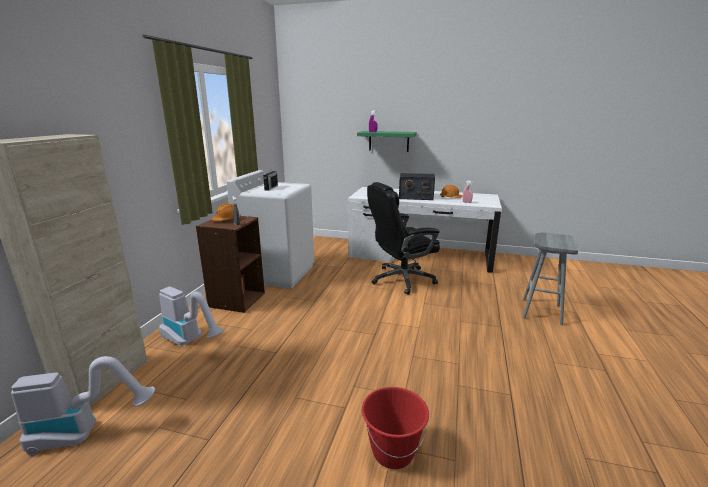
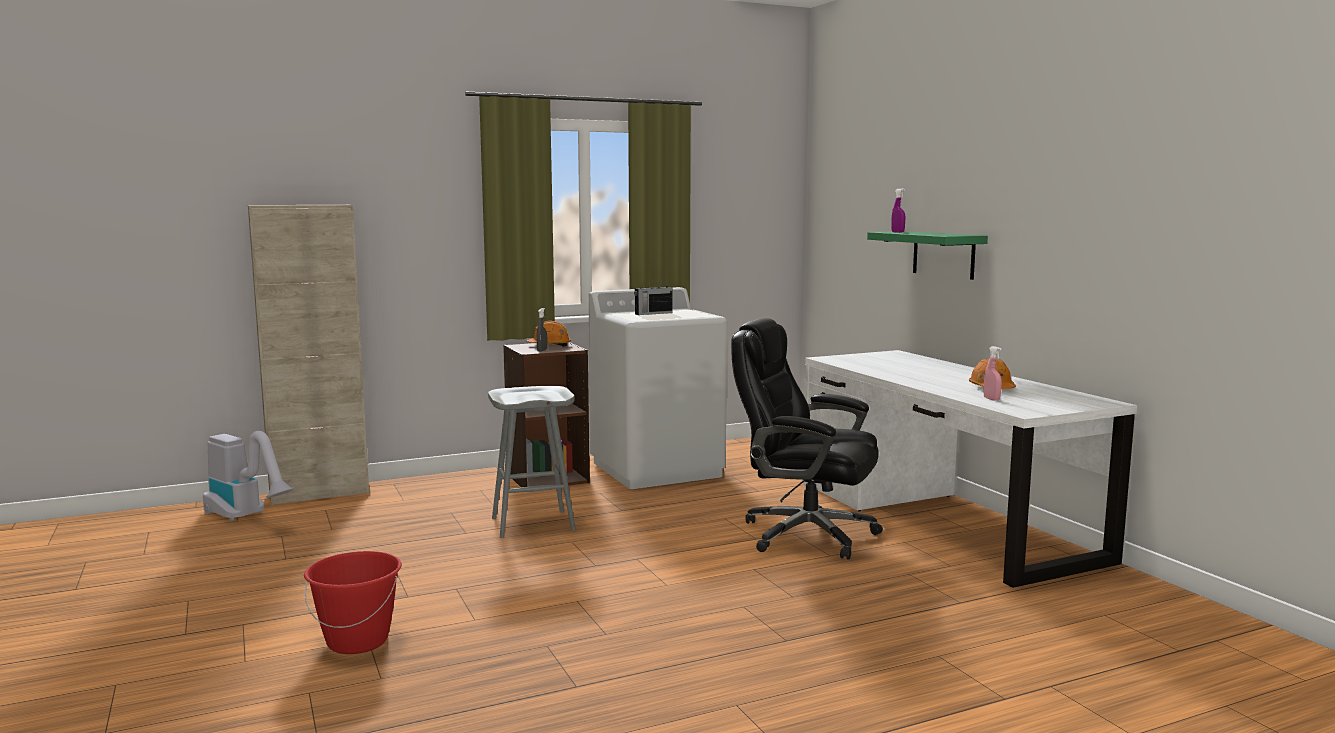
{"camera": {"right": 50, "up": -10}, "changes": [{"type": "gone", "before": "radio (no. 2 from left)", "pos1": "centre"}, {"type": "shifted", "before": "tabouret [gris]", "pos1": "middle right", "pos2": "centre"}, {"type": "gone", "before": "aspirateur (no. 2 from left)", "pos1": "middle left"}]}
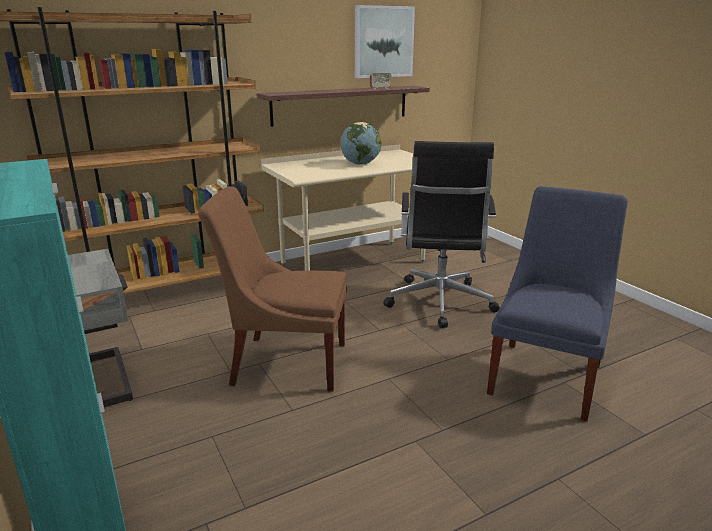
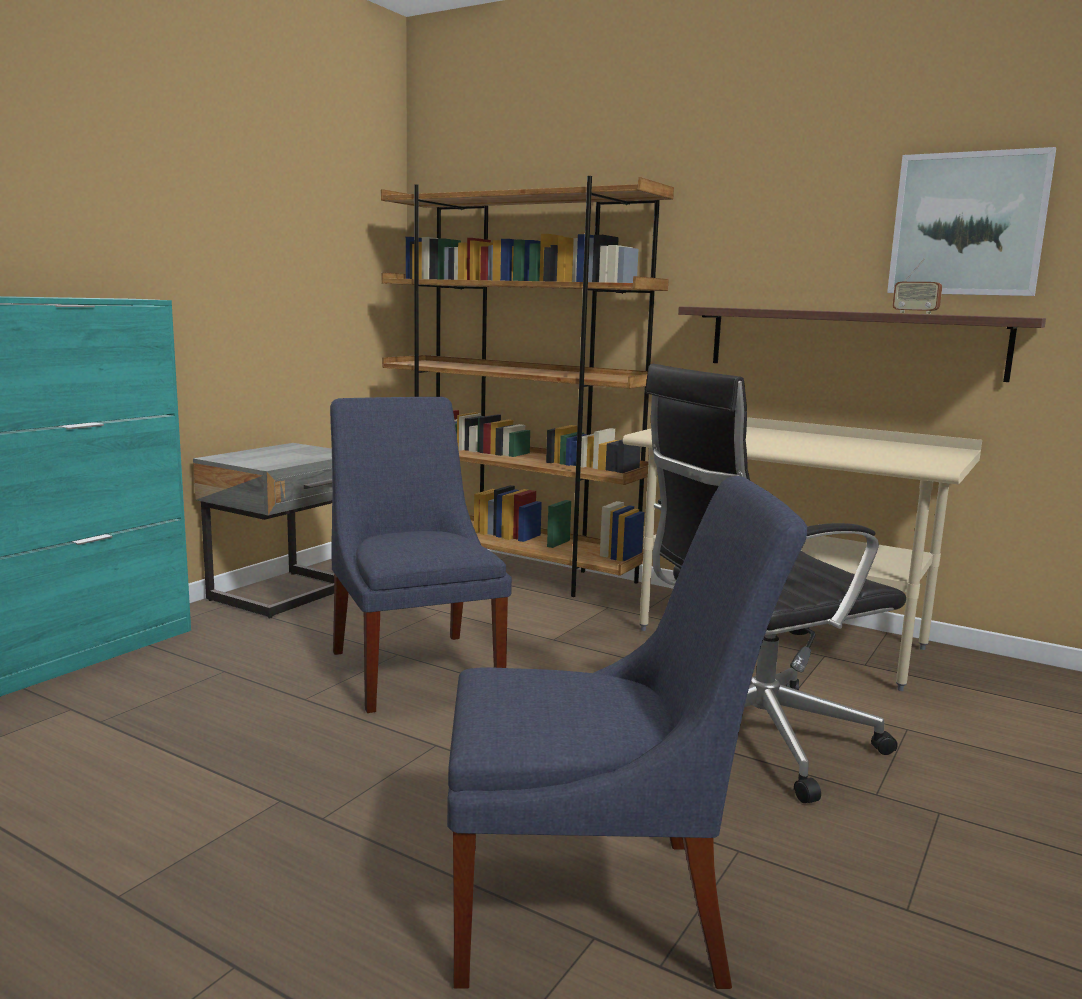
{"camera": {"right": 60, "up": -10}, "changes": [{"type": "gone", "before": "globe", "pos1": "top centre"}, {"type": "repainted", "before": "chaise [marron]", "after": "chaise [bleu] (no. 1 from left)", "pos1": "centre", "pos2": "centre"}]}
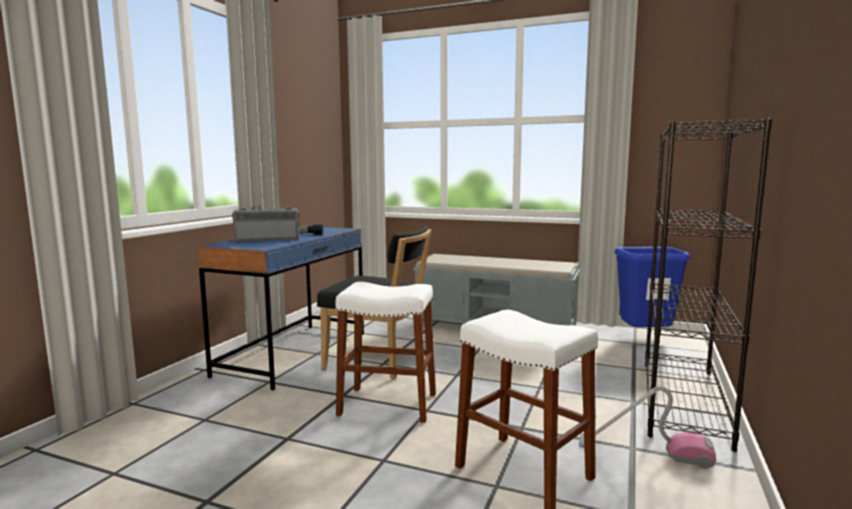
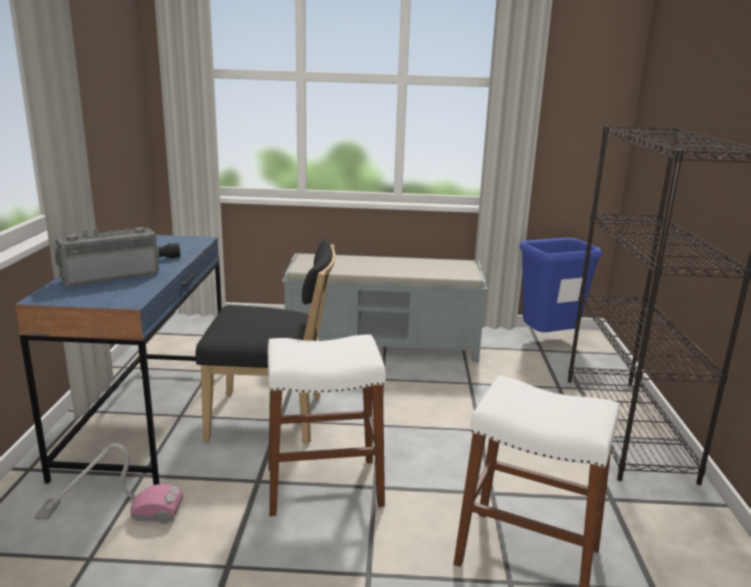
{"camera": {"right": -20, "up": 10}, "changes": [{"type": "shifted", "before": "aspirateur", "pos1": "bottom right", "pos2": "bottom left"}]}
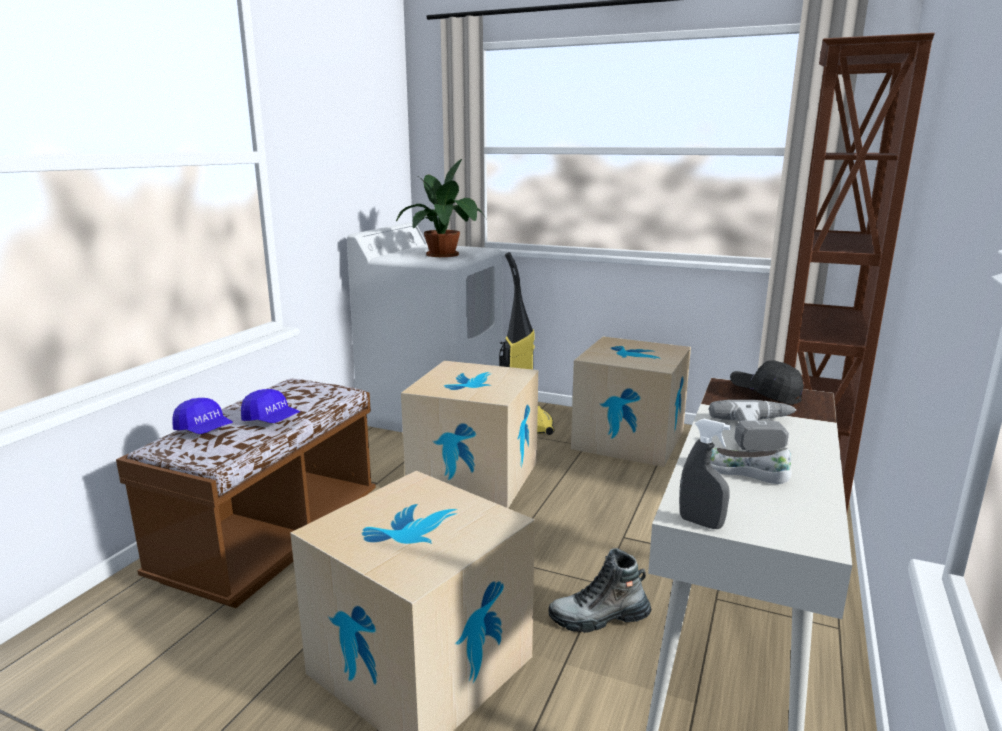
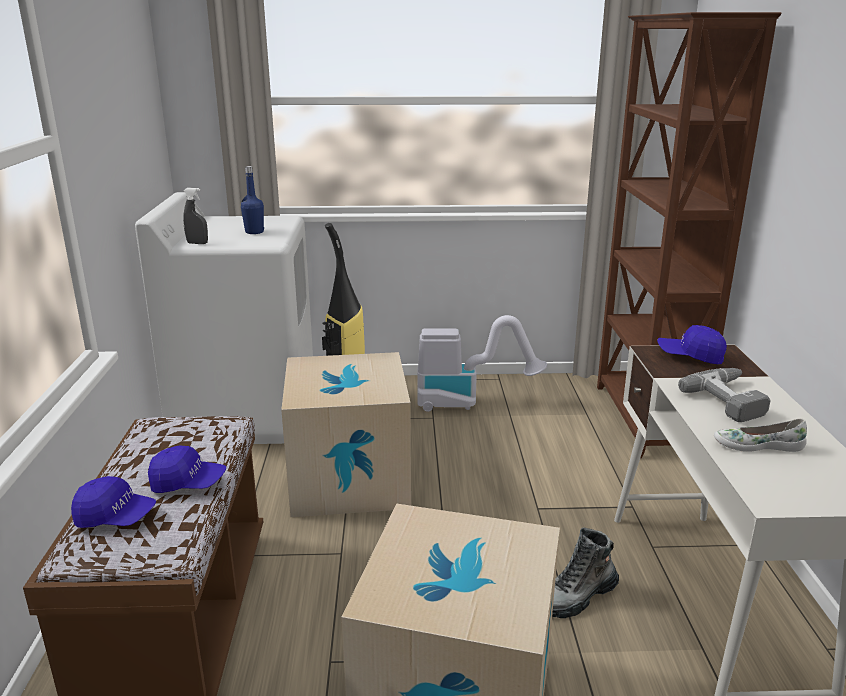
{"camera": {"right": -25, "up": 5}, "changes": [{"type": "swapped", "before": "plante en pot", "after": "bouteille [bleu]", "pos1": "top centre", "pos2": "top left"}, {"type": "swapped", "before": "carton (no. 3 from left)", "after": "aspirateur (no. 2 from left)", "pos1": "centre", "pos2": "centre"}, {"type": "repainted", "before": "casquette [noir]", "after": "casquette [bleu] (no. 3 from left)", "pos1": "middle right", "pos2": "middle right"}, {"type": "shifted", "before": "vaporisateur [gris]", "pos1": "middle right", "pos2": "top left"}]}
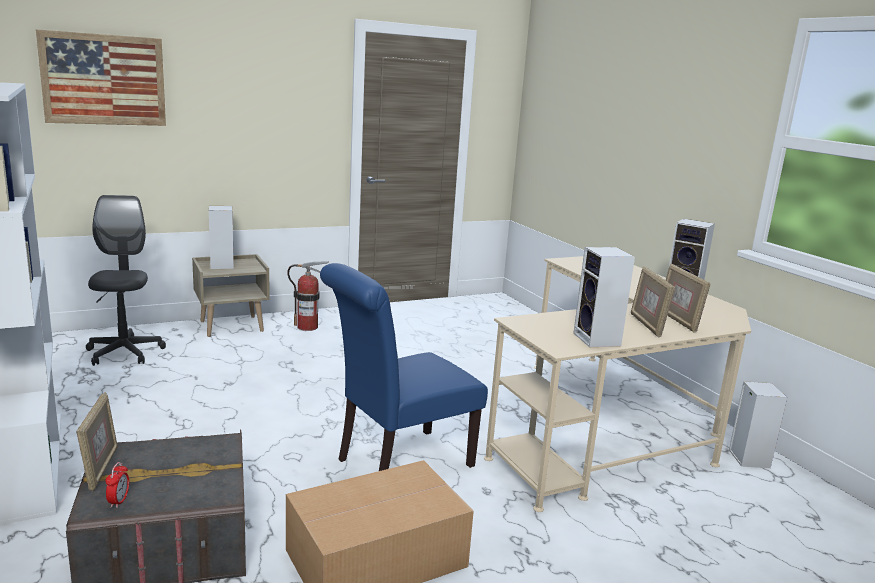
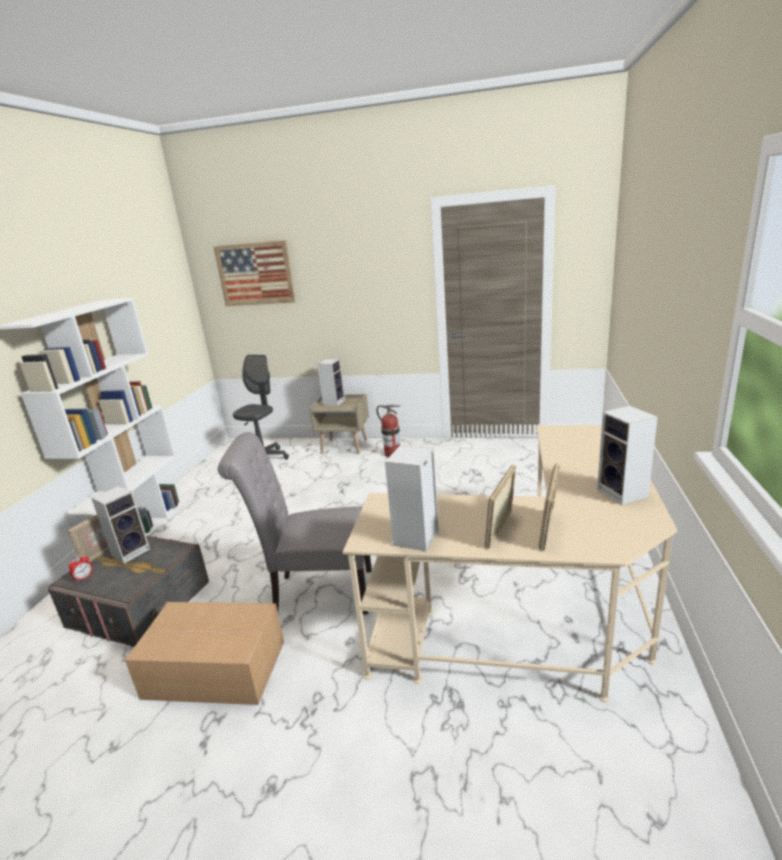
{"camera": {"right": 40, "up": 5}, "changes": [{"type": "repainted", "before": "chaise [bleu]", "after": "chaise [gris]", "pos1": "centre", "pos2": "centre"}, {"type": "shifted", "before": "enceinte (no. 4 from left in the first image)", "after": "enceinte (no. 1 from left)", "pos1": "bottom right", "pos2": "middle left"}]}
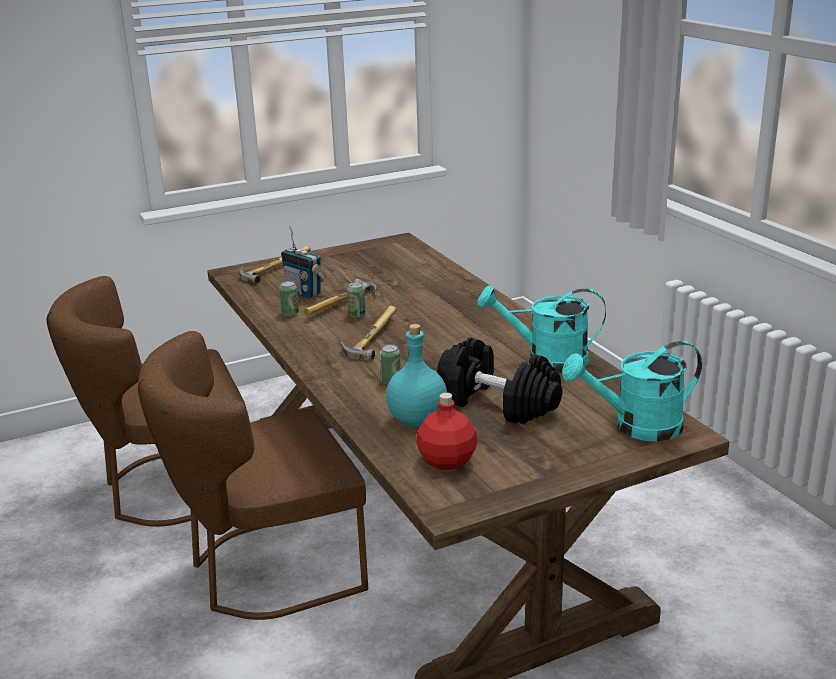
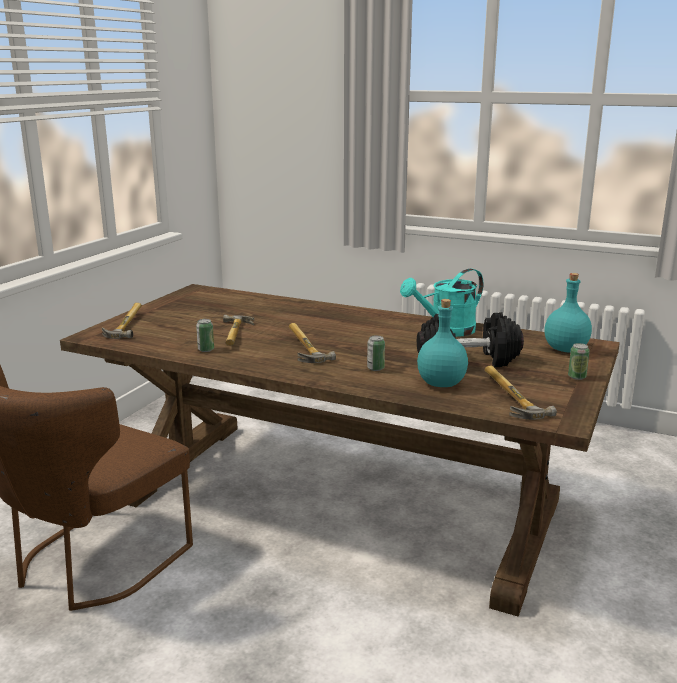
{"camera": {"right": -40, "up": -5}, "changes": [{"type": "gone", "before": "radio", "pos1": "centre"}, {"type": "shifted", "before": "boîte métallique (no. 2 from left in the first image)", "after": "boîte métallique (no. 3 from left)", "pos1": "centre", "pos2": "middle right"}, {"type": "gone", "before": "chaise [marron] (no. 2 from left)", "pos1": "bottom left"}, {"type": "swapped", "before": "arrosoir [turquoise] (no. 2 from left)", "after": "bouteille [turquoise] (no. 2 from left)", "pos1": "middle right", "pos2": "middle right"}, {"type": "swapped", "before": "bouteille [rouge]", "after": "marteau (no. 4 from left)", "pos1": "centre", "pos2": "middle right"}]}
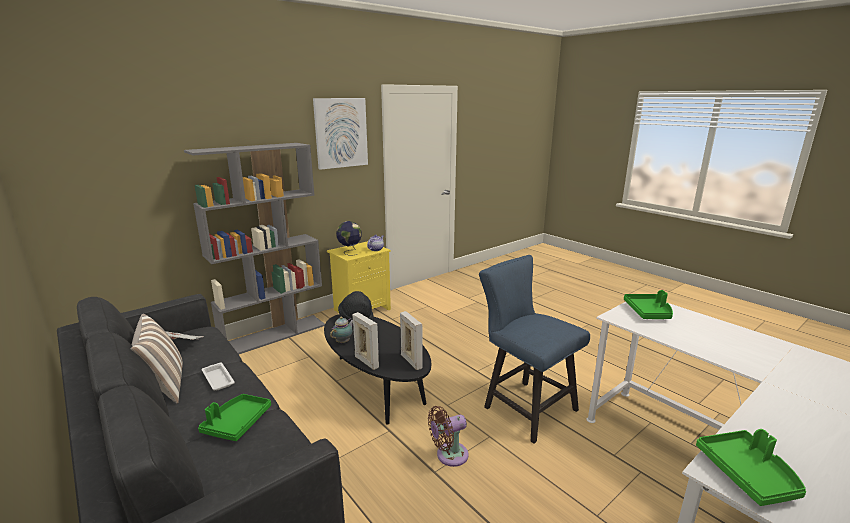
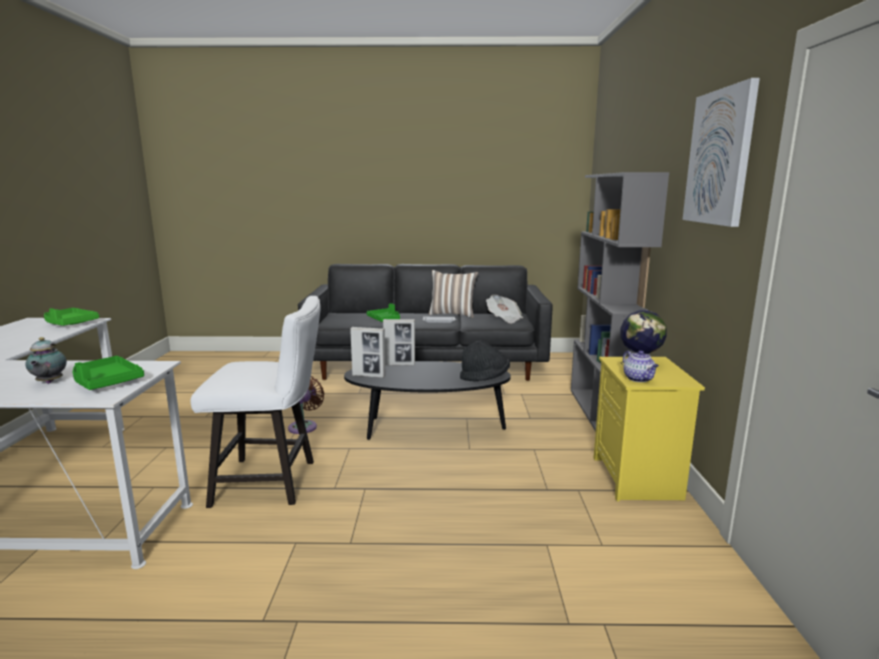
{"camera": {"right": 130, "up": -5}, "changes": [{"type": "repainted", "before": "chaise [bleu]", "after": "chaise [blanc]", "pos1": "bottom centre", "pos2": "middle left"}, {"type": "shifted", "before": "théière (no. 1 from left)", "pos1": "centre", "pos2": "middle left"}]}
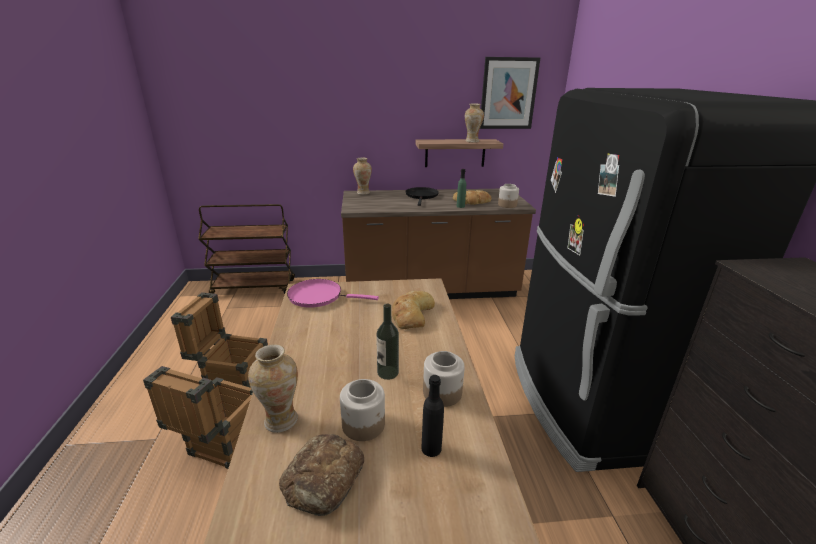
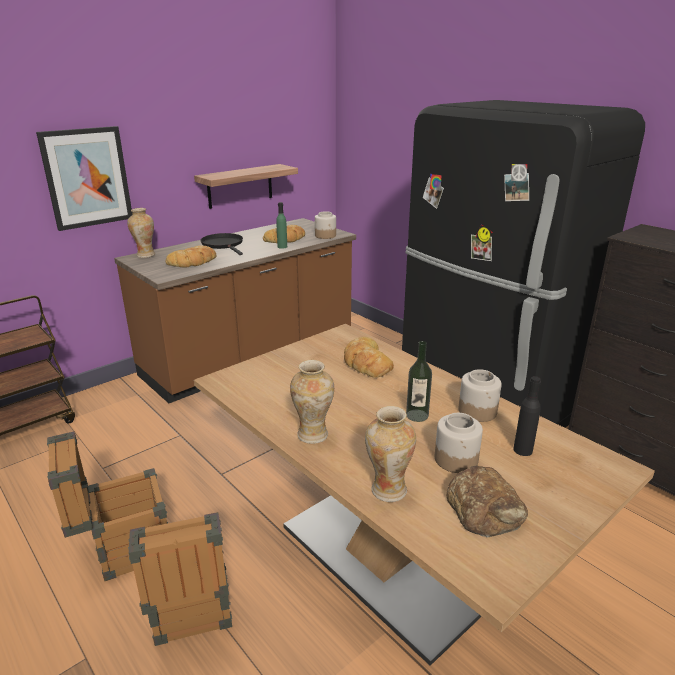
{"camera": {"right": -35, "up": 0}, "changes": [{"type": "shifted", "before": "tableau", "pos1": "top centre", "pos2": "top left"}, {"type": "shifted", "before": "vase (no. 3 from left in the first image)", "after": "vase (no. 2 from left)", "pos1": "top centre", "pos2": "centre"}, {"type": "gone", "before": "poêle [rose]", "pos1": "centre"}, {"type": "new", "after": "pain (no. 1 from left)", "pos2": "middle left"}]}
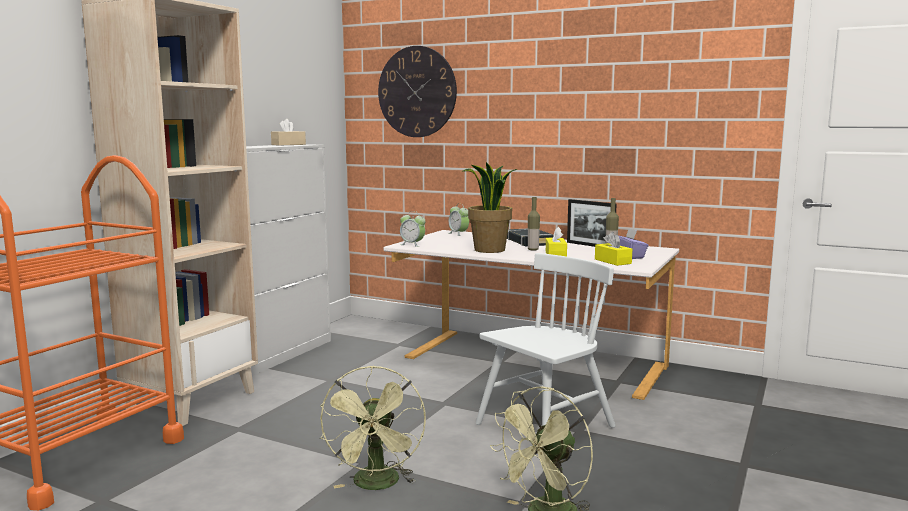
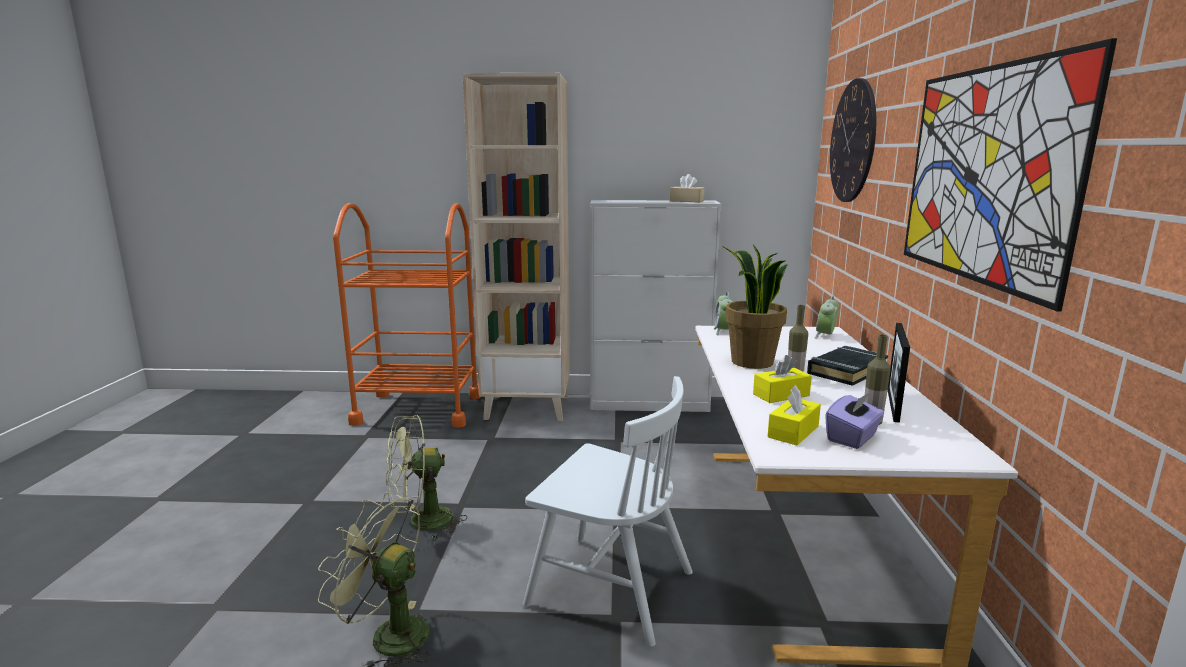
{"camera": {"right": 65, "up": 5}, "changes": [{"type": "new", "after": "tableau", "pos2": "top right"}]}
